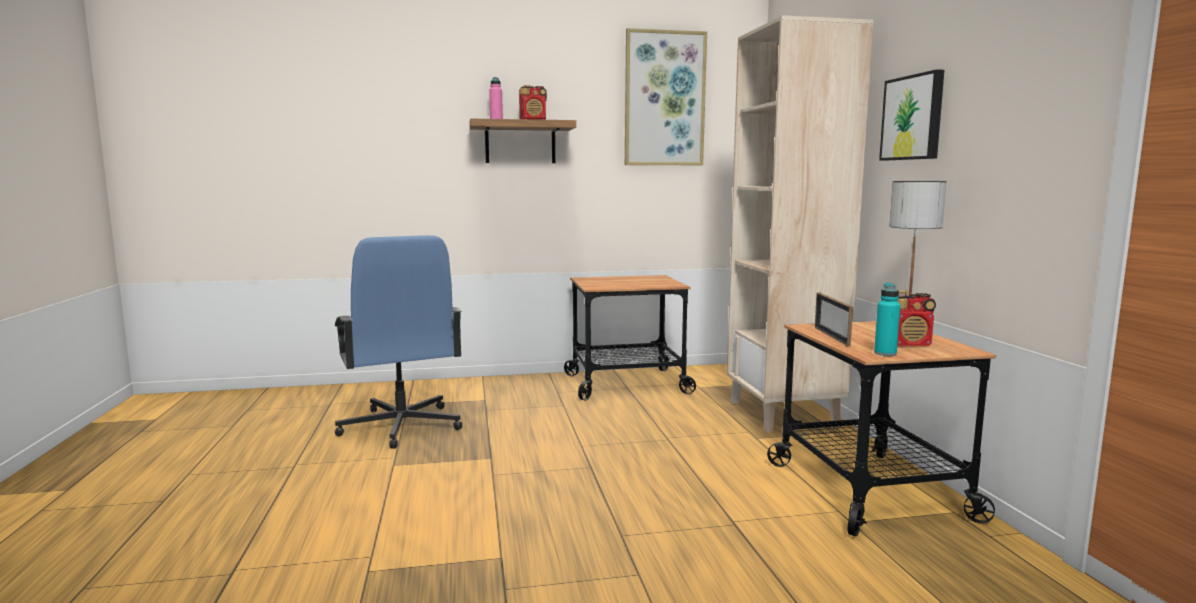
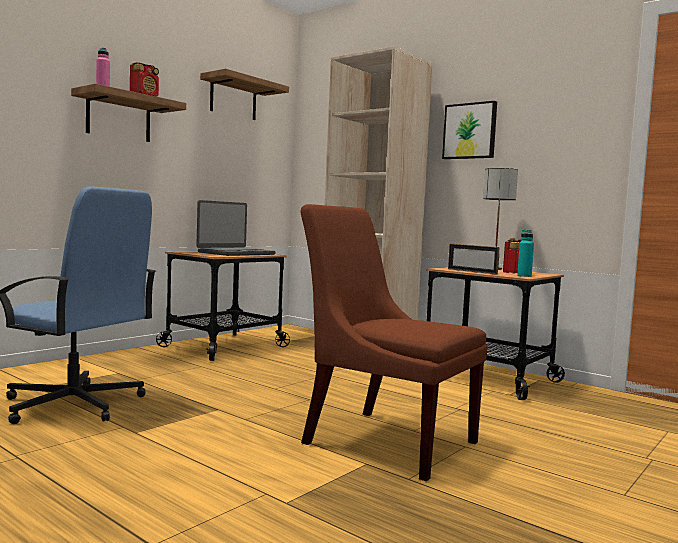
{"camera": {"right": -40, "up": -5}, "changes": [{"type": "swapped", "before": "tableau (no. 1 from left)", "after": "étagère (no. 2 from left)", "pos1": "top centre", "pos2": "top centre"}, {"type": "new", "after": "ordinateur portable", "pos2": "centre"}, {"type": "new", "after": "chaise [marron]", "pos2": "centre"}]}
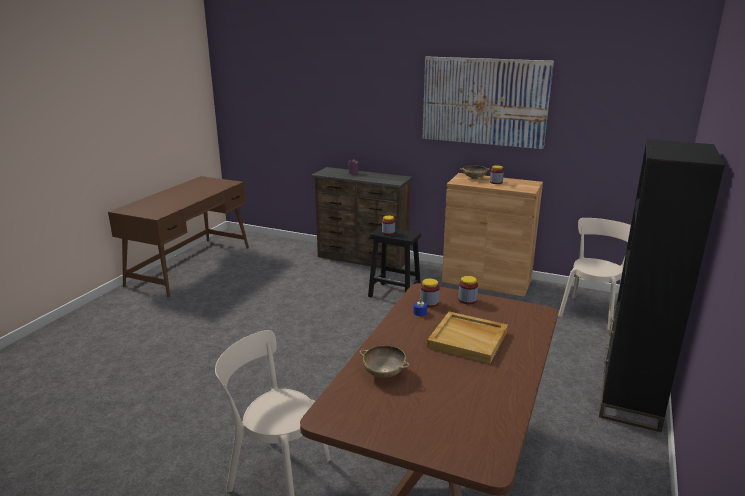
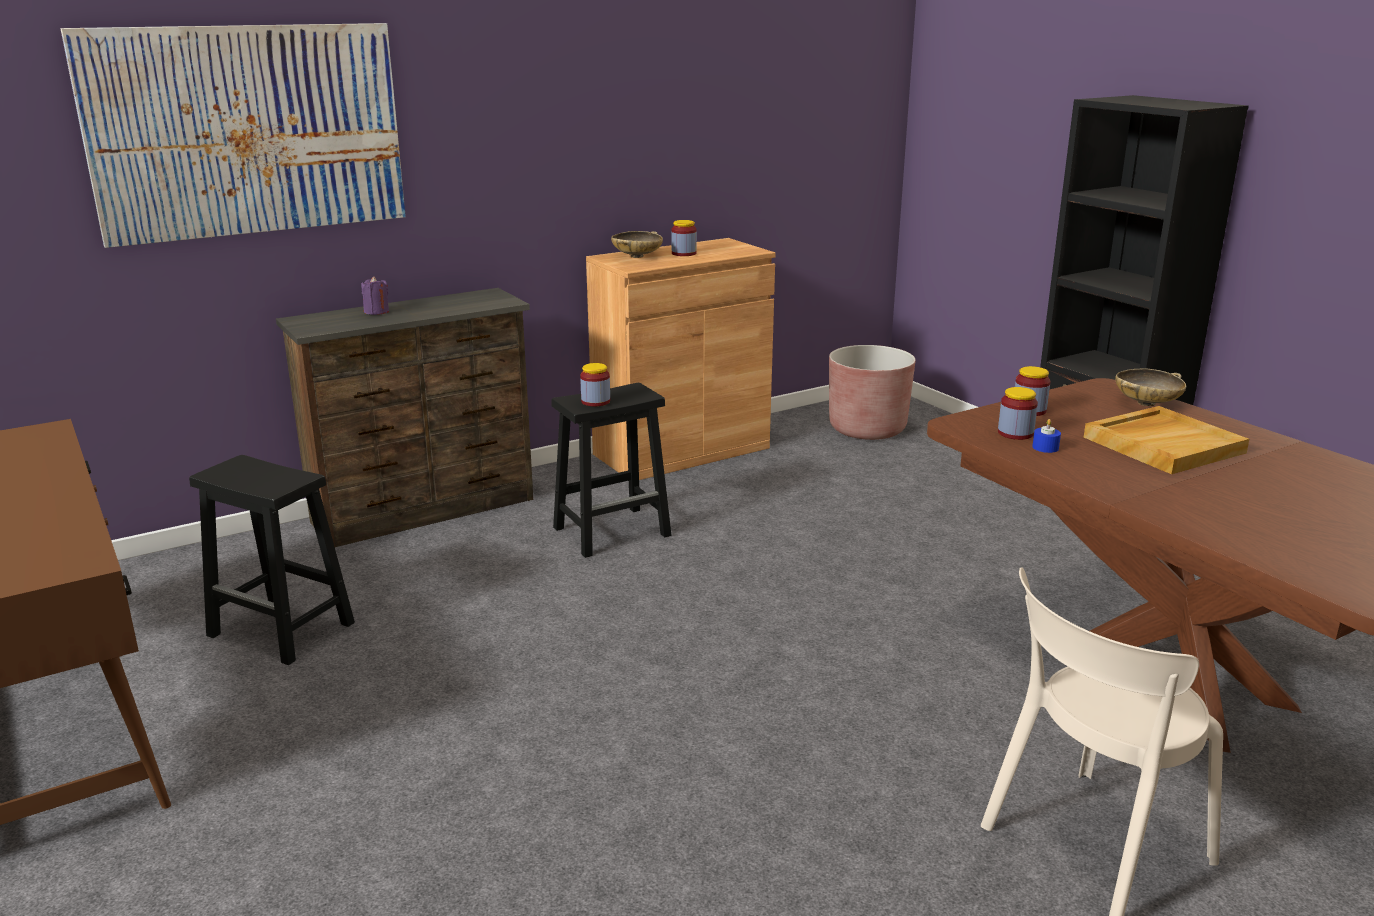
{"camera": {"right": -55, "up": 0}, "changes": [{"type": "shifted", "before": "tableau", "pos1": "top centre", "pos2": "top left"}, {"type": "swapped", "before": "chaise [beige] (no. 2 from left)", "after": "cache-pot [marron]", "pos1": "middle right", "pos2": "centre"}, {"type": "shifted", "before": "bol [beige] (no. 1 from left in the first image)", "after": "bol [beige] (no. 2 from left)", "pos1": "bottom centre", "pos2": "middle right"}, {"type": "new", "after": "tabouret [noir] (no. 1 from left)", "pos2": "middle left"}]}
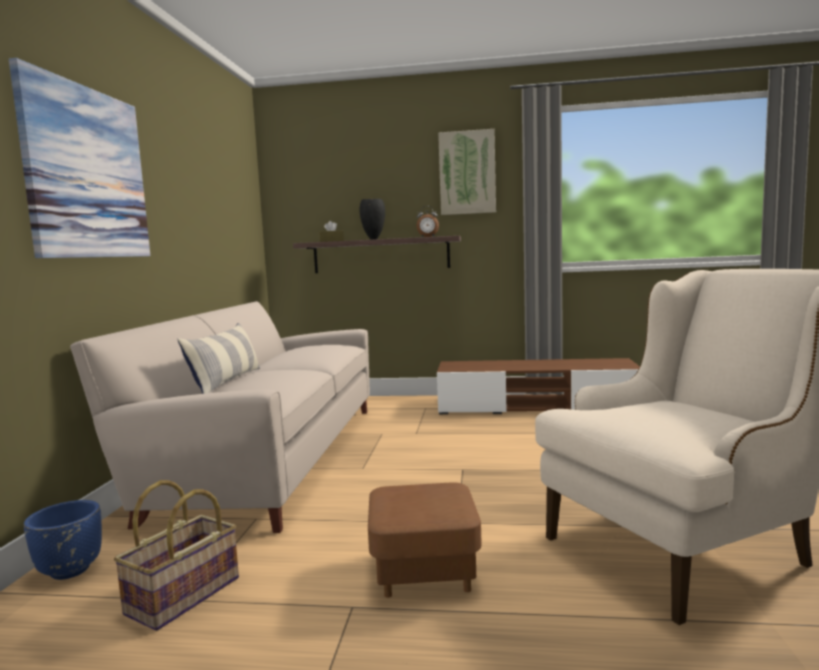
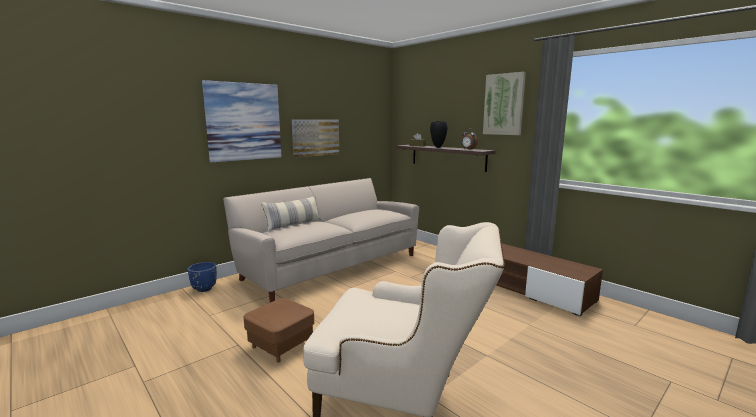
{"camera": {"right": 40, "up": 5}, "changes": [{"type": "gone", "before": "panier", "pos1": "bottom left"}, {"type": "new", "after": "tableau (no. 2 from left)", "pos2": "top centre"}]}
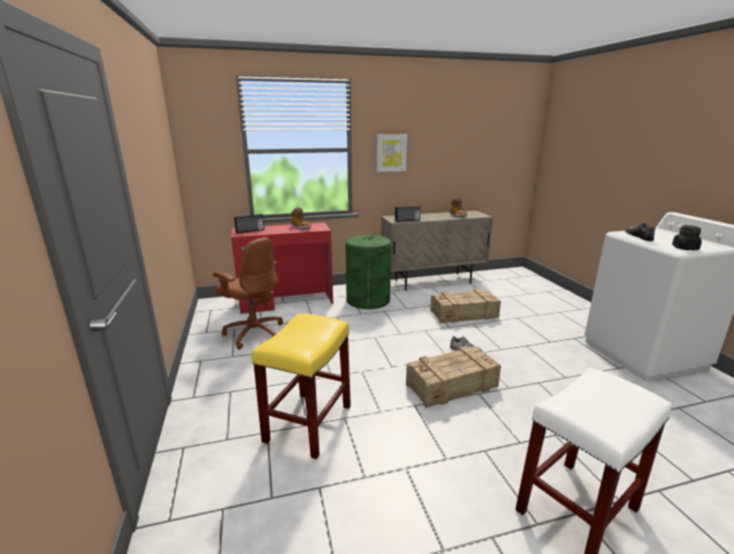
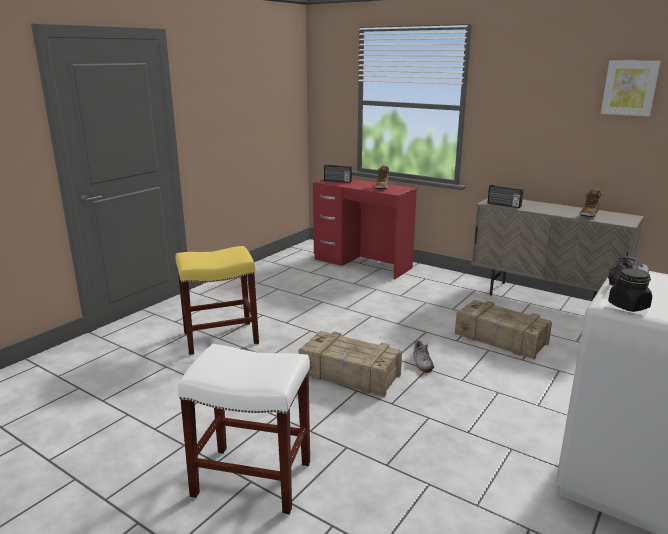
{"camera": {"right": 50, "up": 0}, "changes": [{"type": "shifted", "before": "tableau", "pos1": "top centre", "pos2": "top right"}, {"type": "gone", "before": "poubelle [vert]", "pos1": "centre"}, {"type": "gone", "before": "chaise de bureau [marron]", "pos1": "centre"}]}
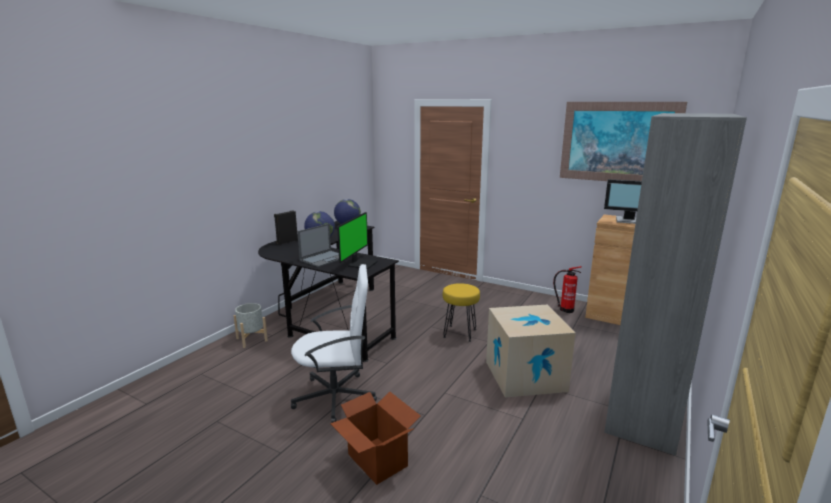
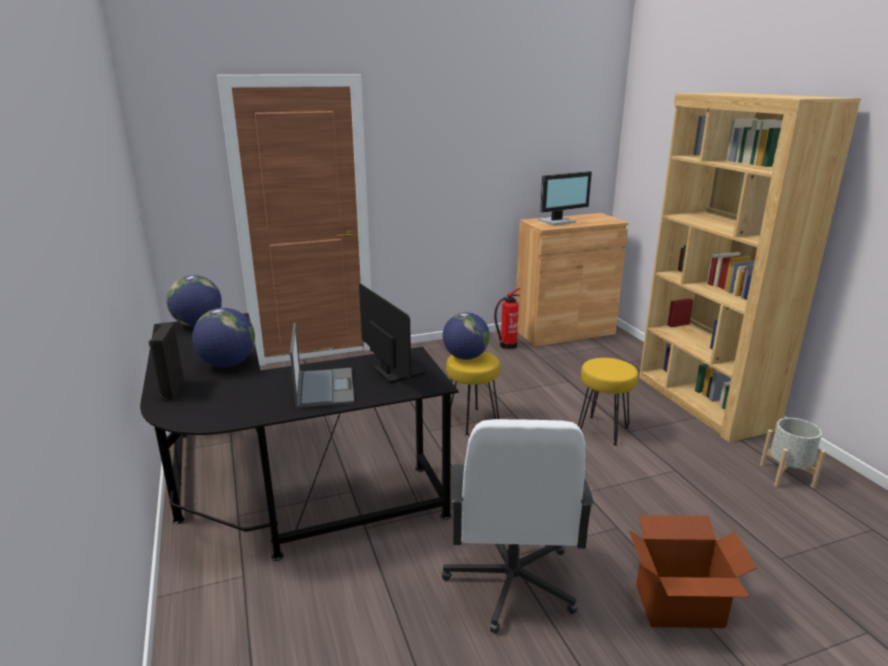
{"camera": {"right": -50, "up": 5}, "changes": [{"type": "gone", "before": "tableau", "pos1": "top right"}, {"type": "repainted", "before": "bibliothèque [gris]", "after": "bibliothèque [marron]", "pos1": "middle right", "pos2": "middle right"}, {"type": "rotated", "before": "chaise de bureau [blanc]", "pos1": "bottom centre", "pos2": "bottom centre", "turn": 150}, {"type": "shifted", "before": "cache-pot [gris]", "pos1": "middle left", "pos2": "bottom right"}, {"type": "swapped", "before": "carton (no. 2 from left)", "after": "tabouret [jaune] (no. 2 from left)", "pos1": "bottom centre", "pos2": "middle right"}, {"type": "new", "after": "globe (no. 3 from left)", "pos2": "centre"}]}
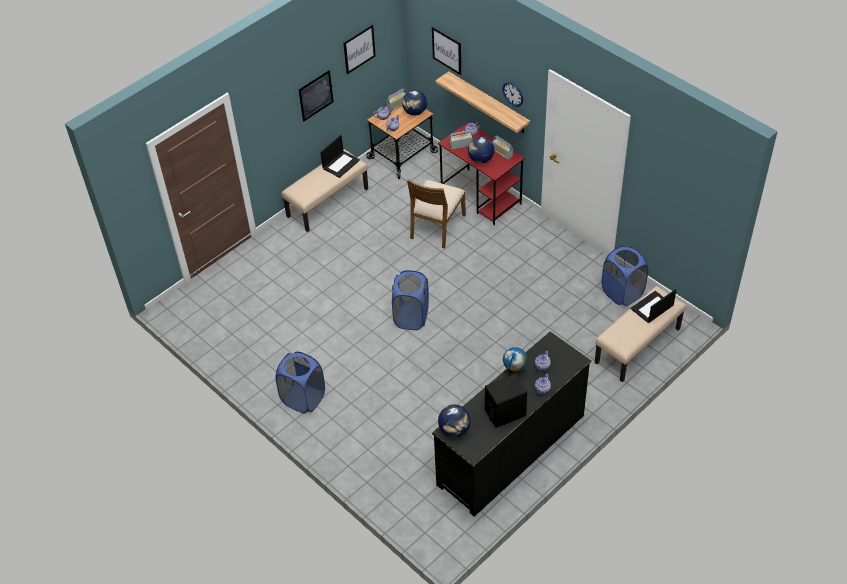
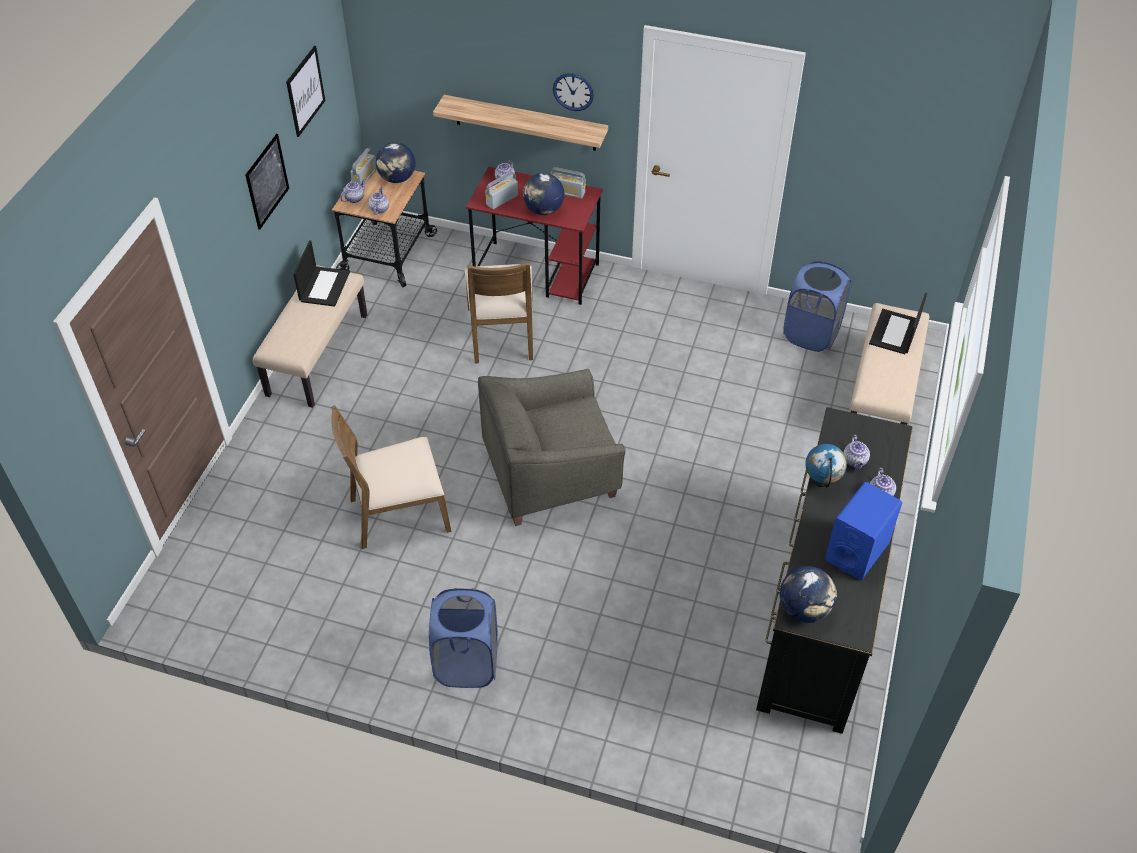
{"camera": {"right": -30, "up": 0}, "changes": [{"type": "gone", "before": "tableau (no. 3 from left)", "pos1": "top centre"}, {"type": "swapped", "before": "panier à linge [bleu] (no. 2 from left)", "after": "fauteuil [gris]", "pos1": "centre", "pos2": "centre"}, {"type": "repainted", "before": "enceinte [noir]", "after": "enceinte [bleu]", "pos1": "bottom centre", "pos2": "middle right"}, {"type": "new", "after": "chaise [marron] (no. 1 from left)", "pos2": "centre"}]}
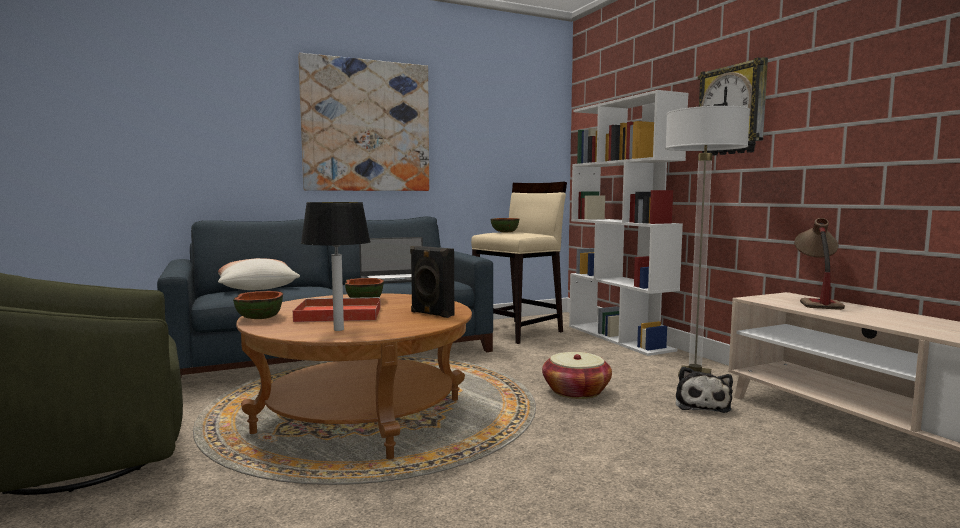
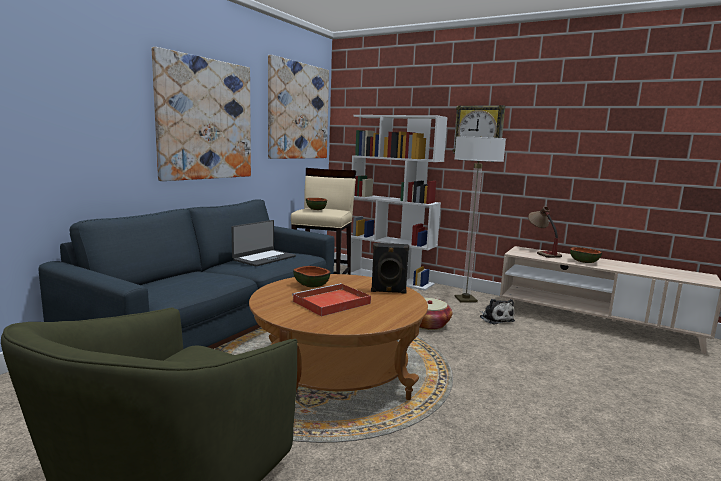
{"camera": {"right": -35, "up": 5}, "changes": [{"type": "gone", "before": "lampe de table (no. 1 from left)", "pos1": "centre"}, {"type": "gone", "before": "coussin", "pos1": "middle left"}, {"type": "shifted", "before": "bol (no. 1 from left in the first image)", "after": "bol (no. 3 from left)", "pos1": "middle left", "pos2": "middle right"}, {"type": "new", "after": "tableau (no. 2 from left)", "pos2": "top centre"}]}
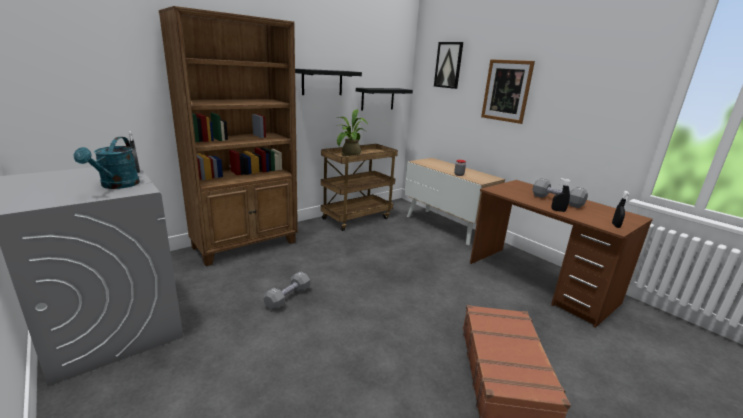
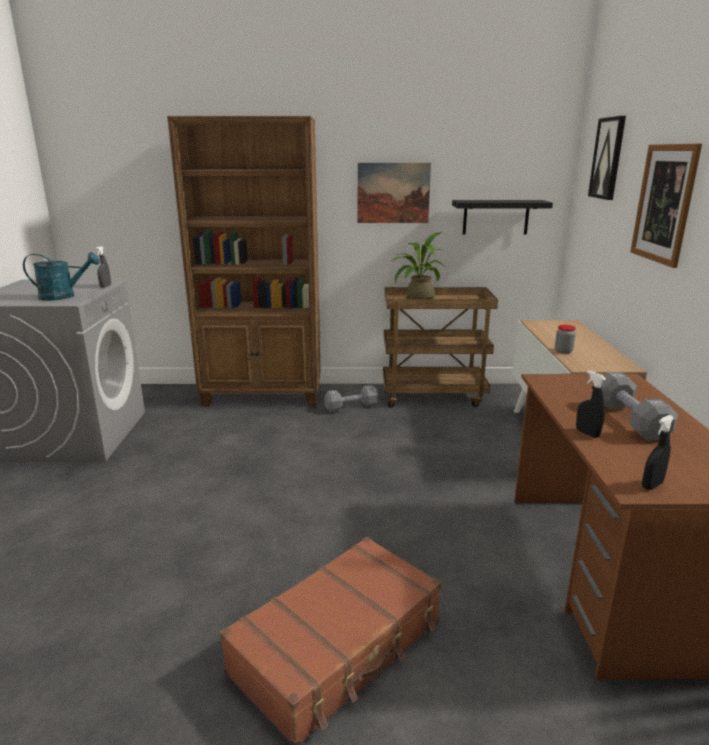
{"camera": {"right": 40, "up": 0}, "changes": [{"type": "swapped", "before": "étagère [noir] (no. 1 from left)", "after": "tableau (no. 1 from left)", "pos1": "top centre", "pos2": "top centre"}, {"type": "rotated", "before": "arrosoir [turquoise]", "pos1": "middle left", "pos2": "middle left", "turn": -135}, {"type": "shifted", "before": "haltère [gris] (no. 1 from left)", "pos1": "bottom centre", "pos2": "centre"}]}
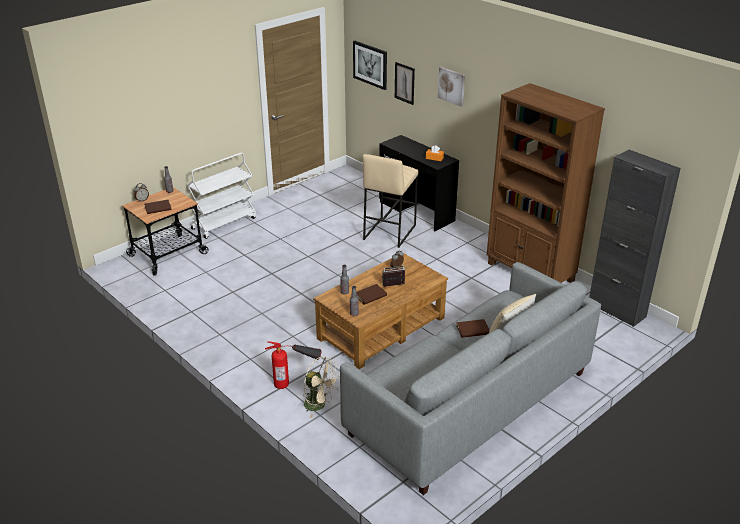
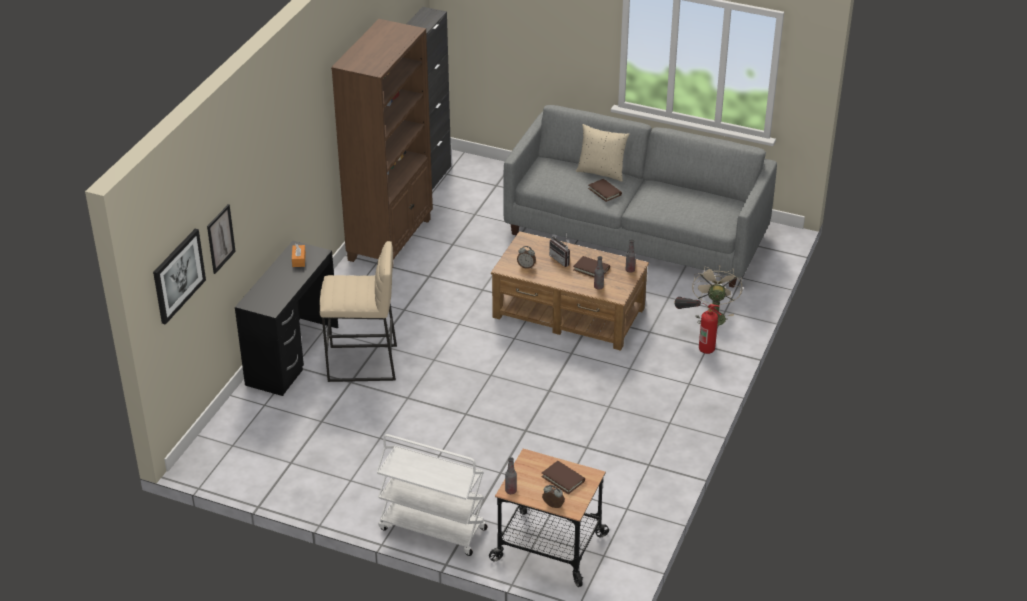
{"camera": {"right": -115, "up": 5}, "changes": [{"type": "gone", "before": "tableau (no. 3 from left)", "pos1": "top centre"}]}
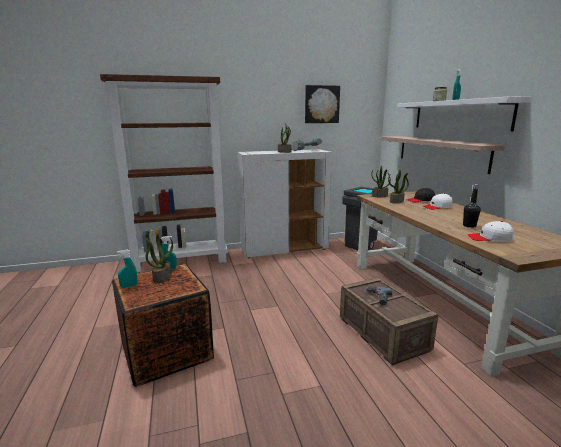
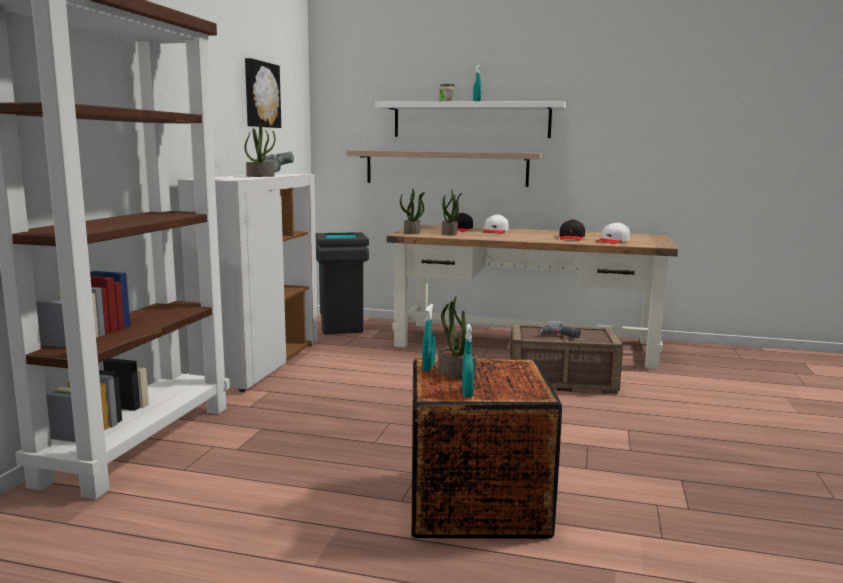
{"camera": {"right": -60, "up": -5}, "changes": [{"type": "swapped", "before": "bouteille [noir]", "after": "casquette [noir] (no. 2 from left)", "pos1": "middle right", "pos2": "middle right"}]}
